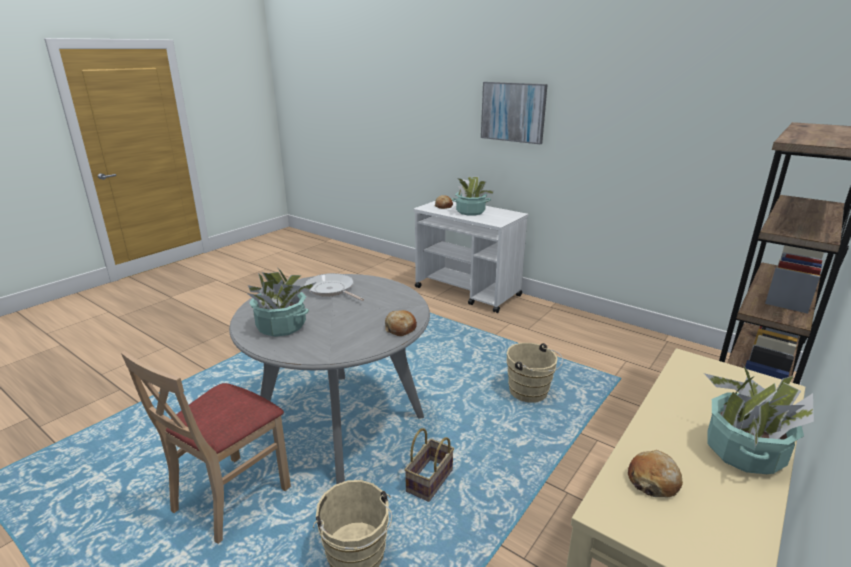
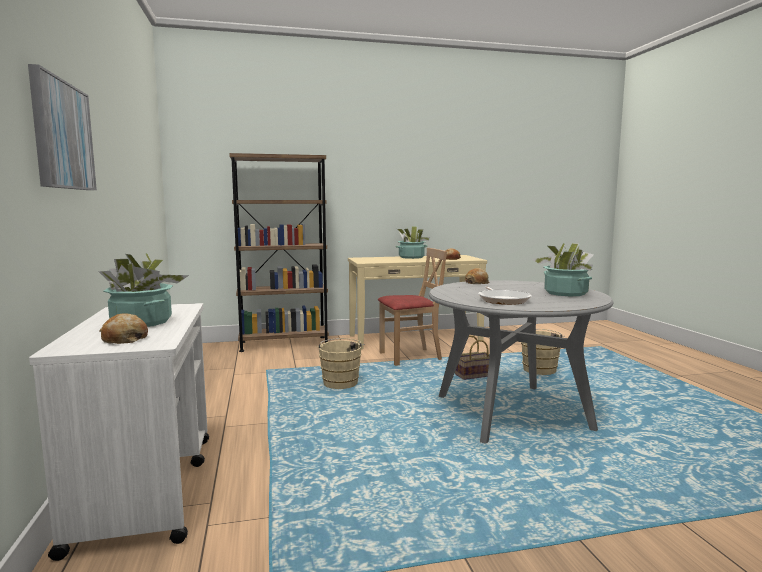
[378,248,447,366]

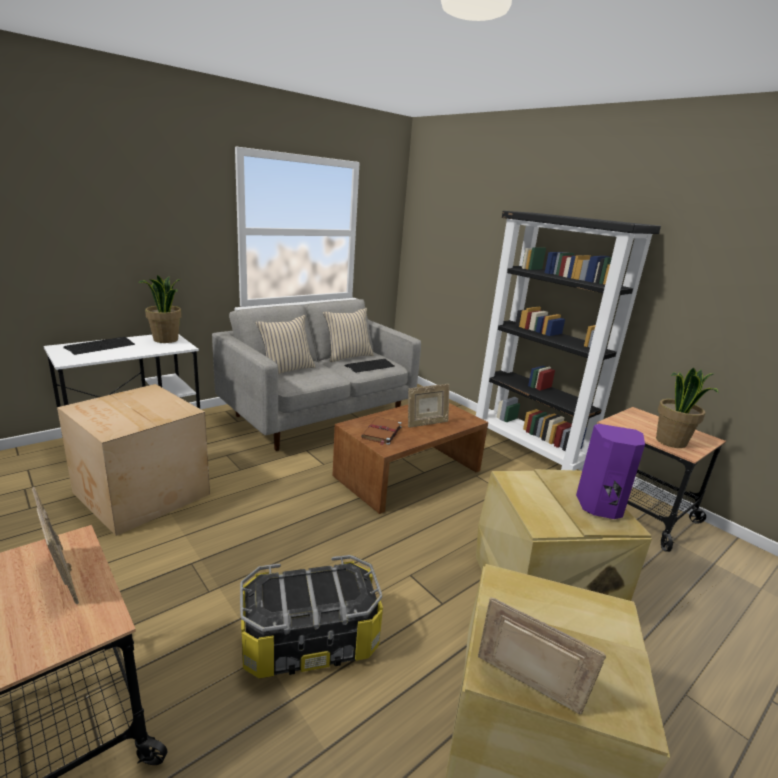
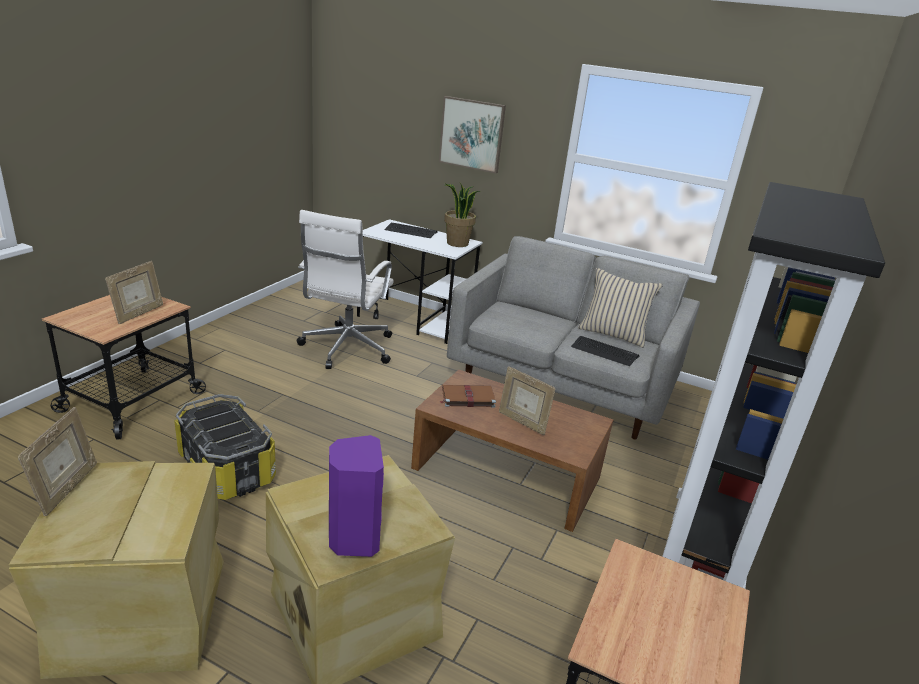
[297,210,394,369]
[439,96,506,174]
[256,315,315,374] (first image)
[656,368,719,448] (first image)

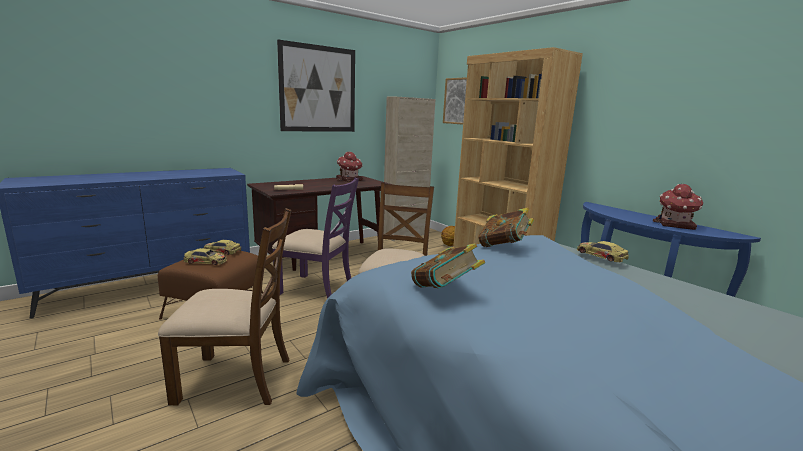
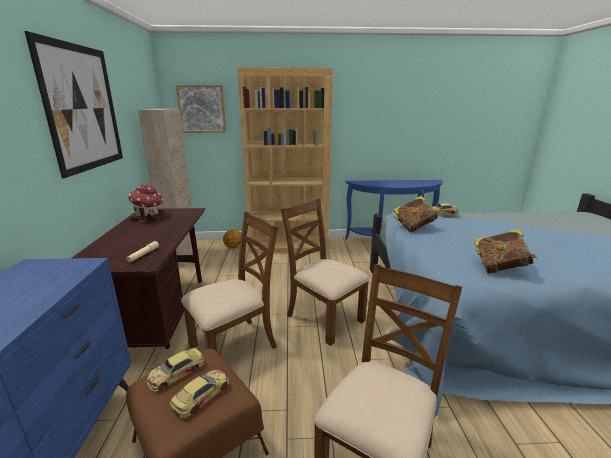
[181,212,278,351]
[653,184,703,230] (first image)

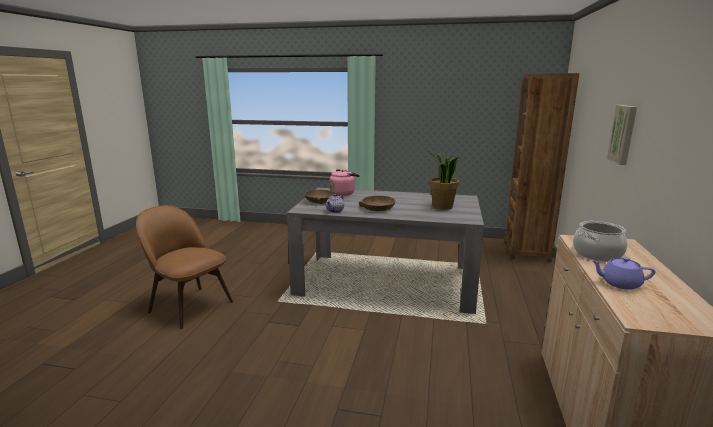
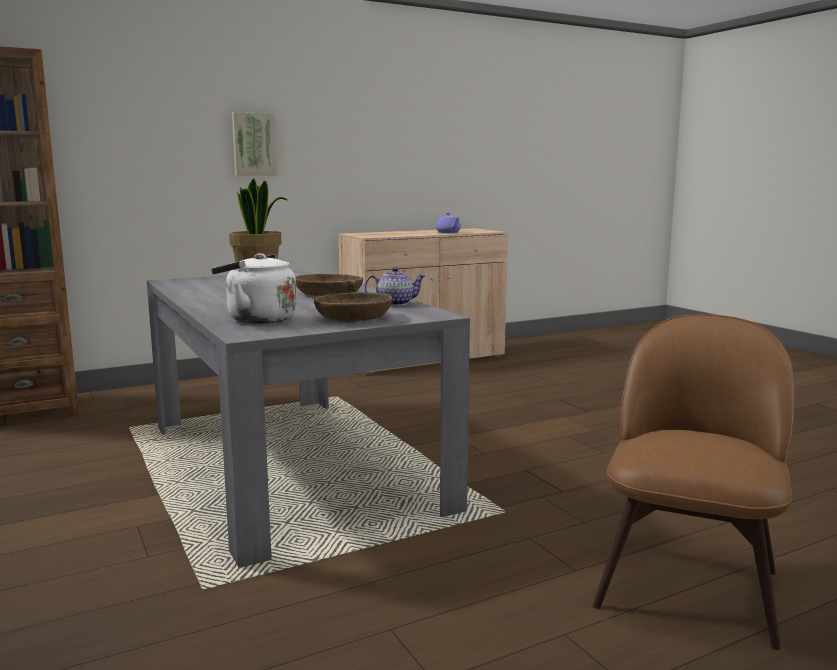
[211,253,297,324]
[593,314,795,650]
[573,221,628,261] (first image)

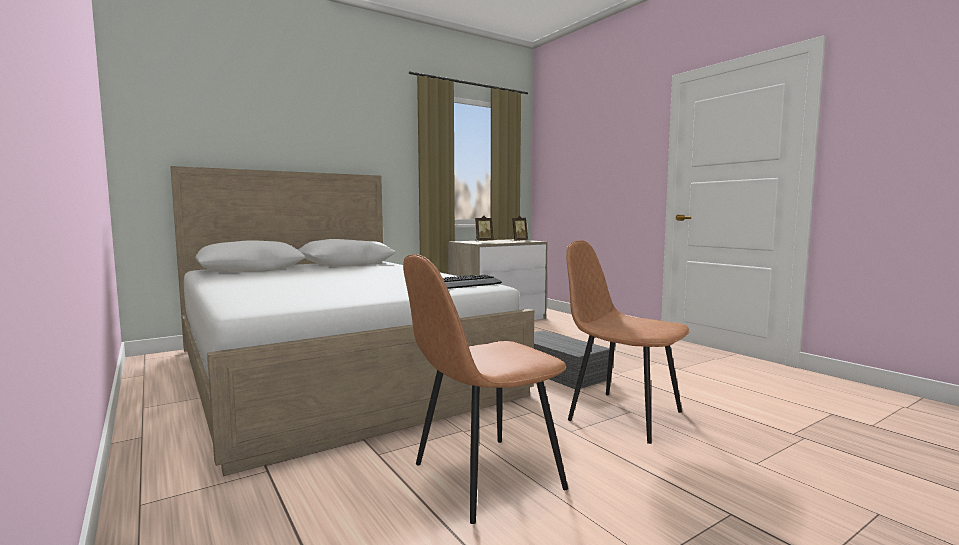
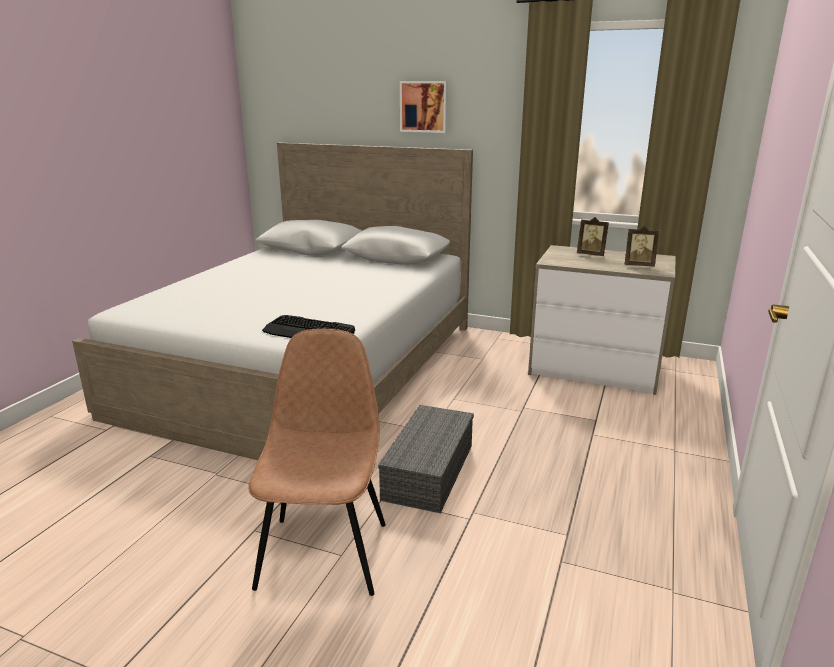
[400,81,448,133]
[403,254,568,524] (first image)

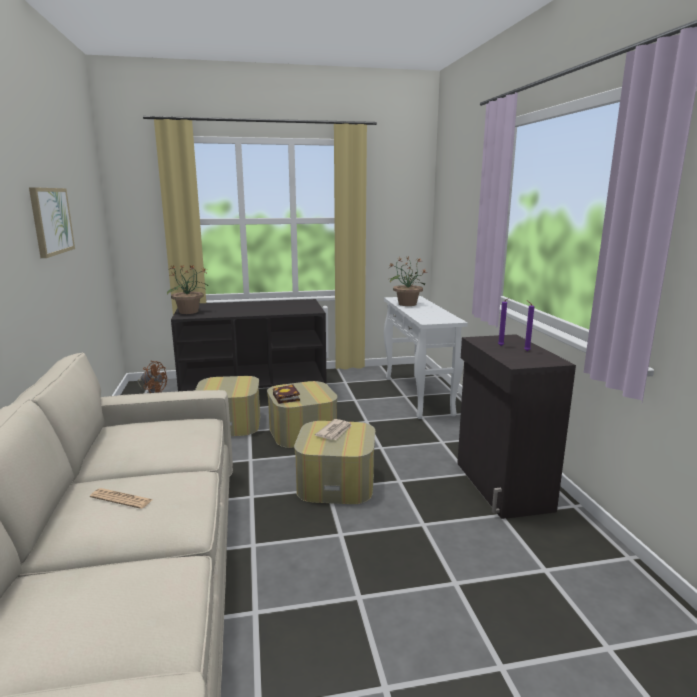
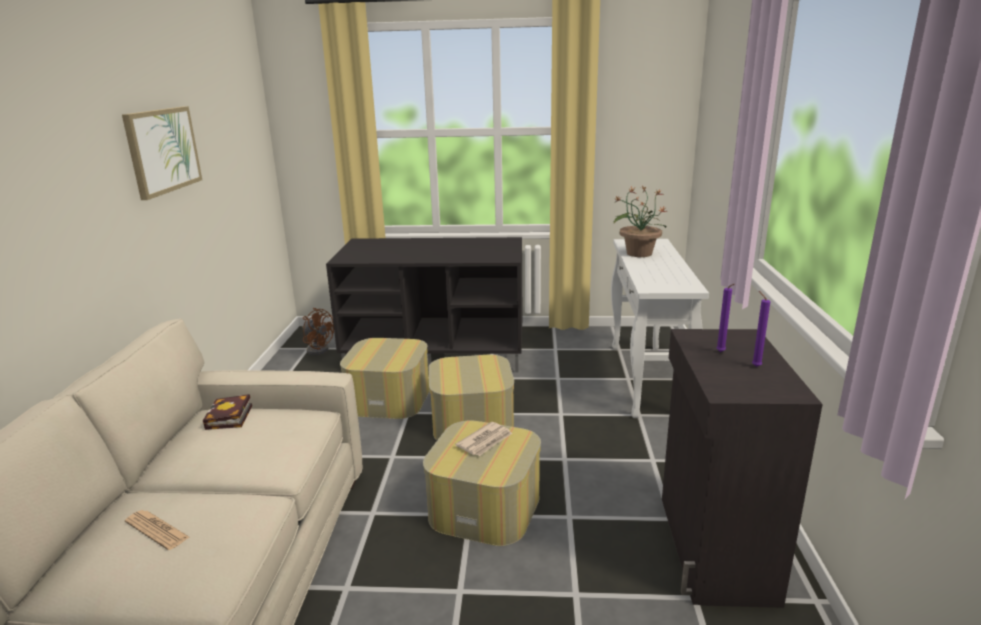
[203,394,252,430]
[167,264,208,314] (first image)

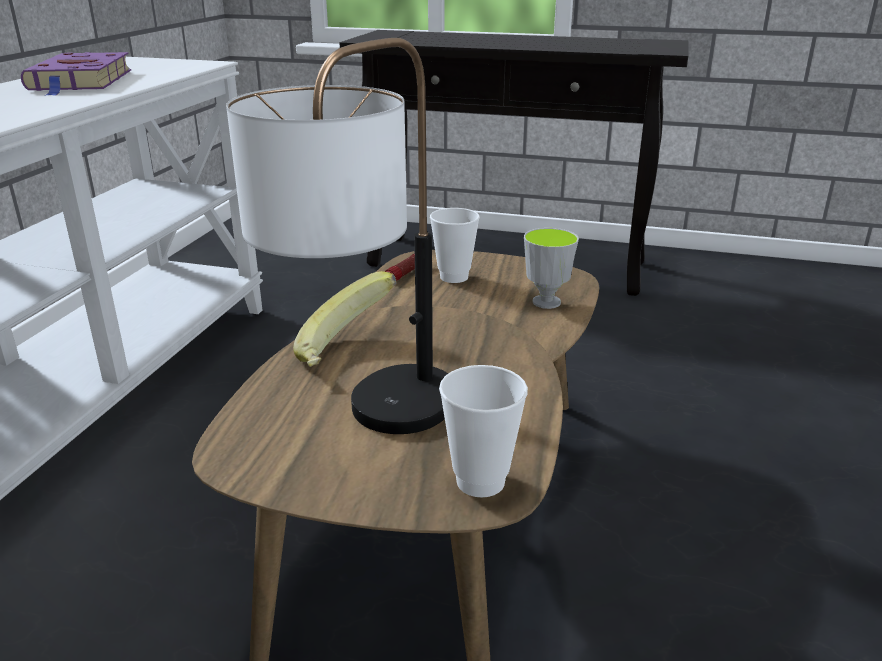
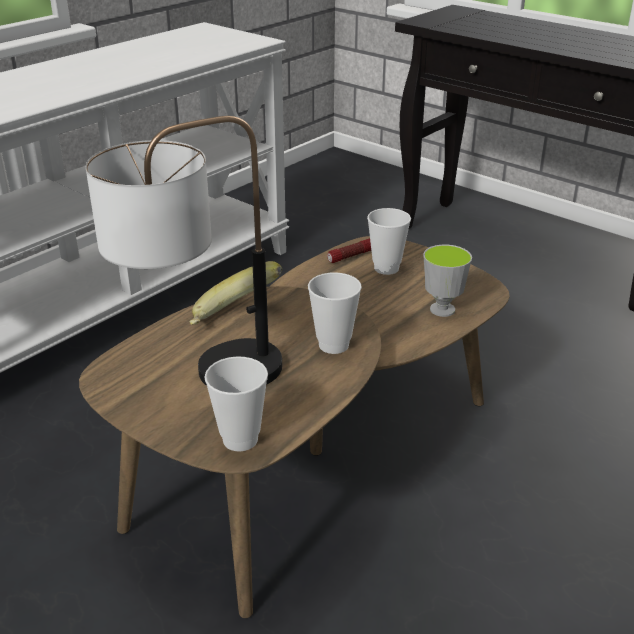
[308,273,362,354]
[21,52,131,96] (first image)

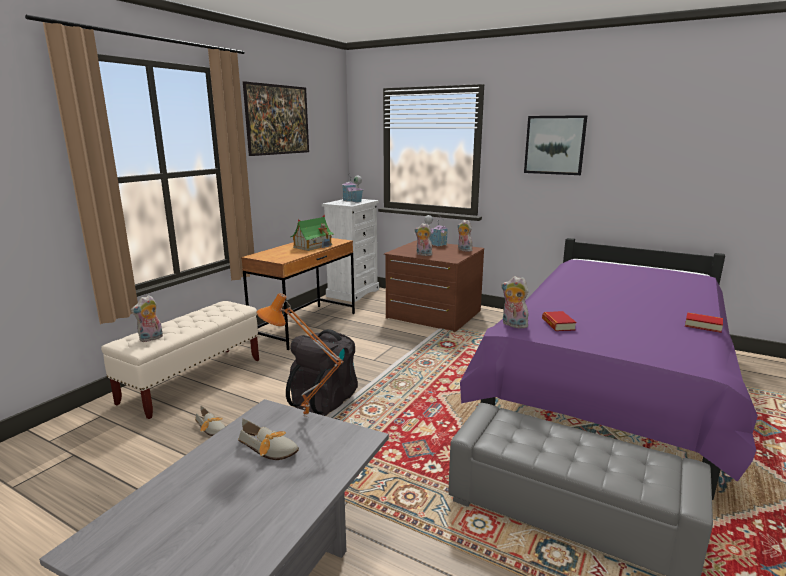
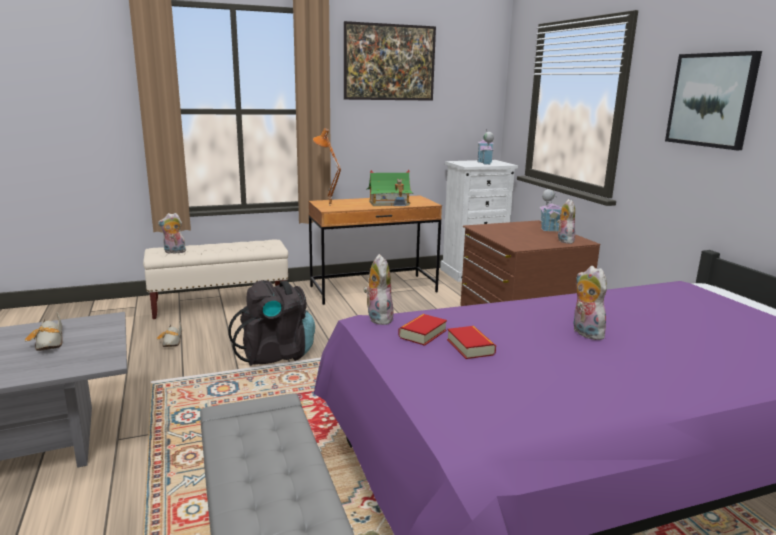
[313,128,341,204]
[447,326,496,359]
[574,266,607,340]

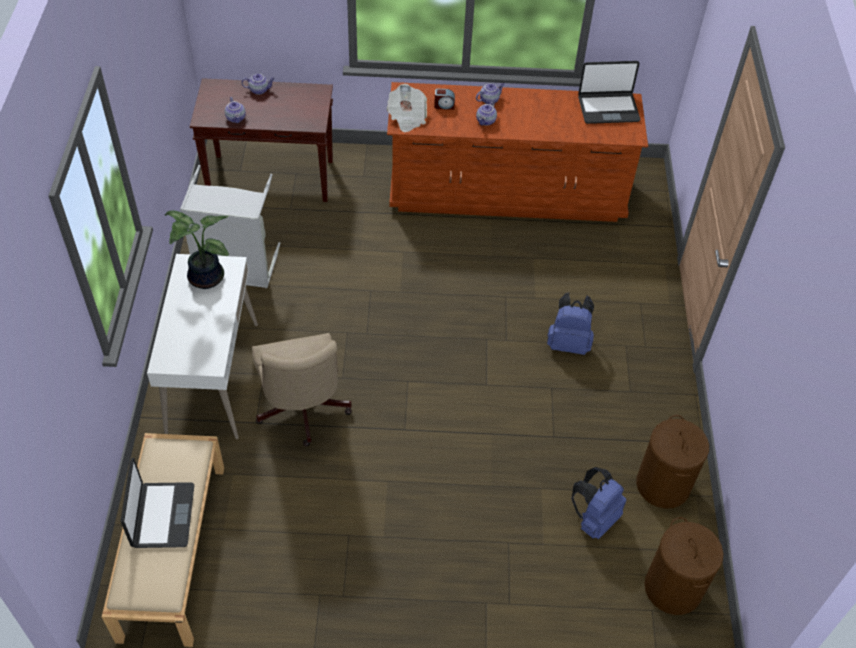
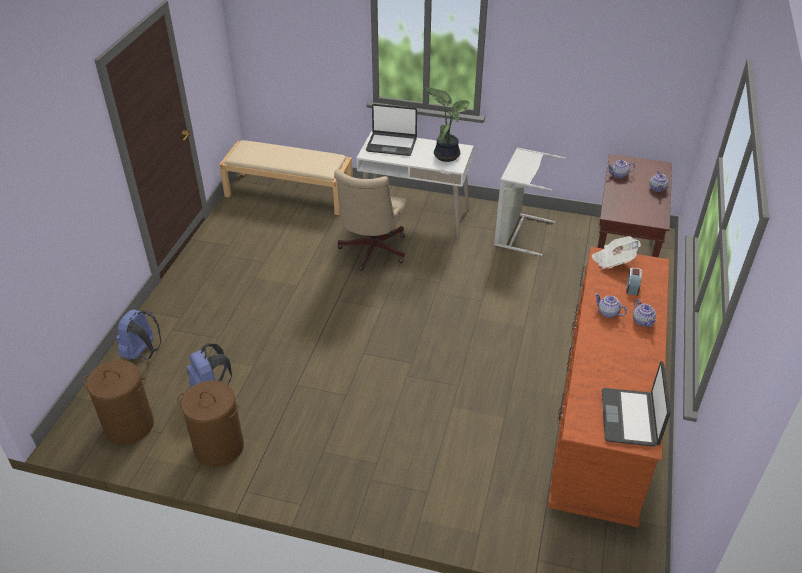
[116,309,162,360]
[334,170,407,271]
[366,104,417,156]

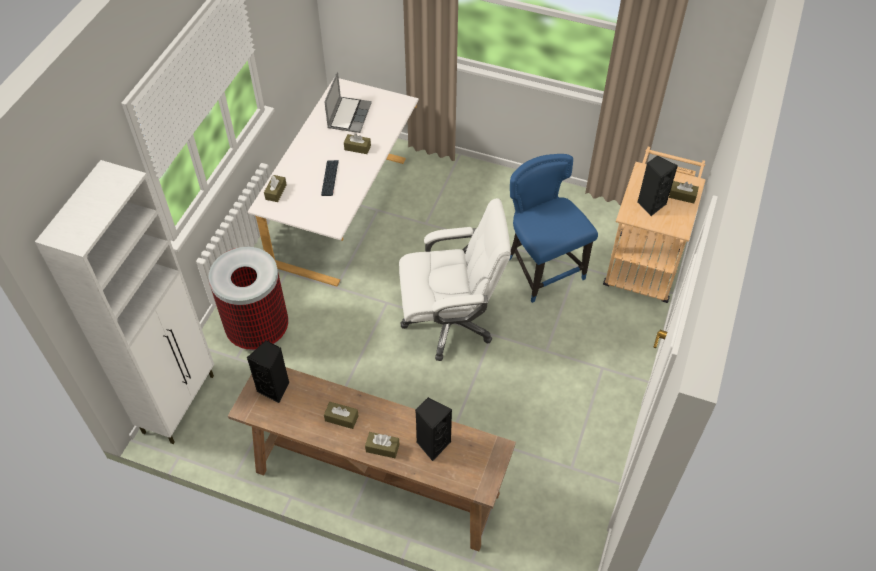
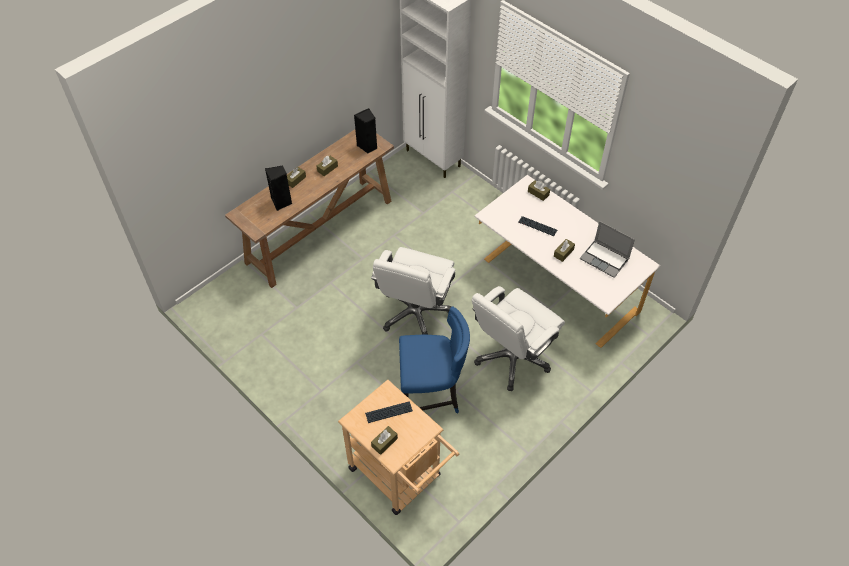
[365,401,413,423]
[472,286,565,391]
[208,247,288,351] (first image)

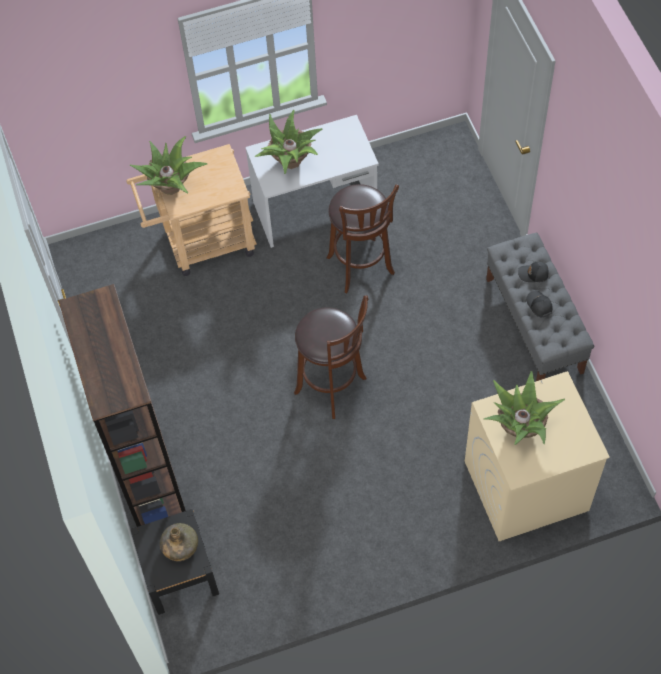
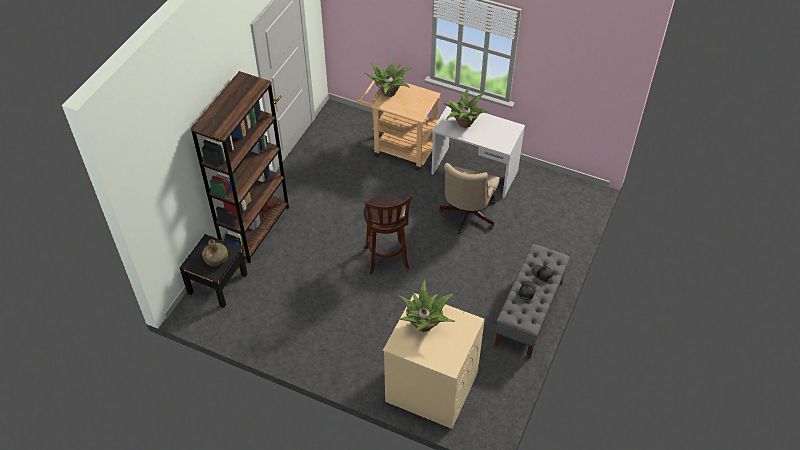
[439,163,500,234]

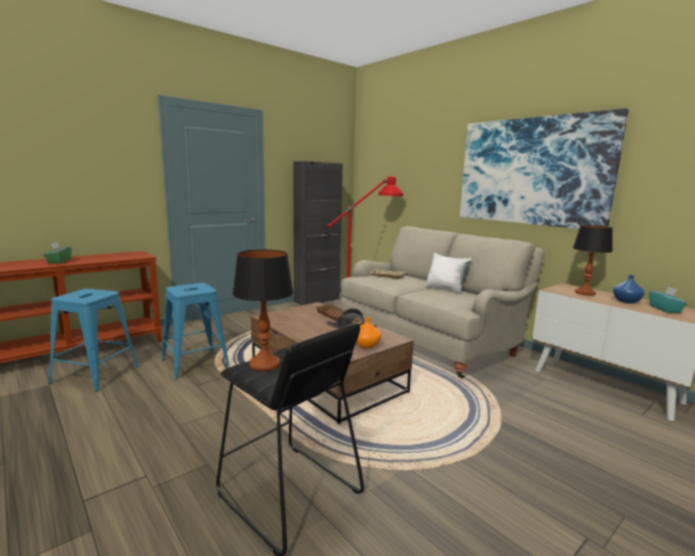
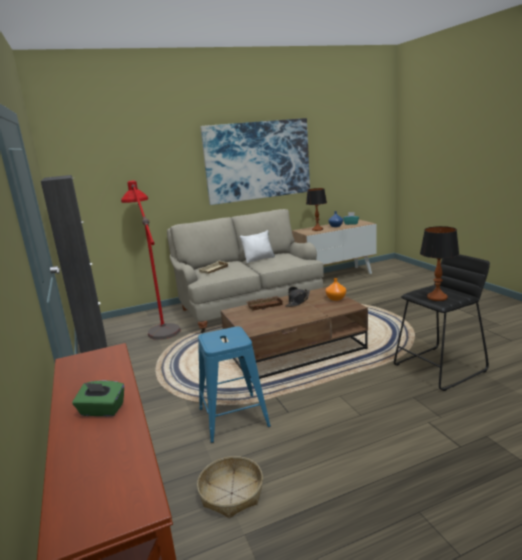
[197,456,263,518]

